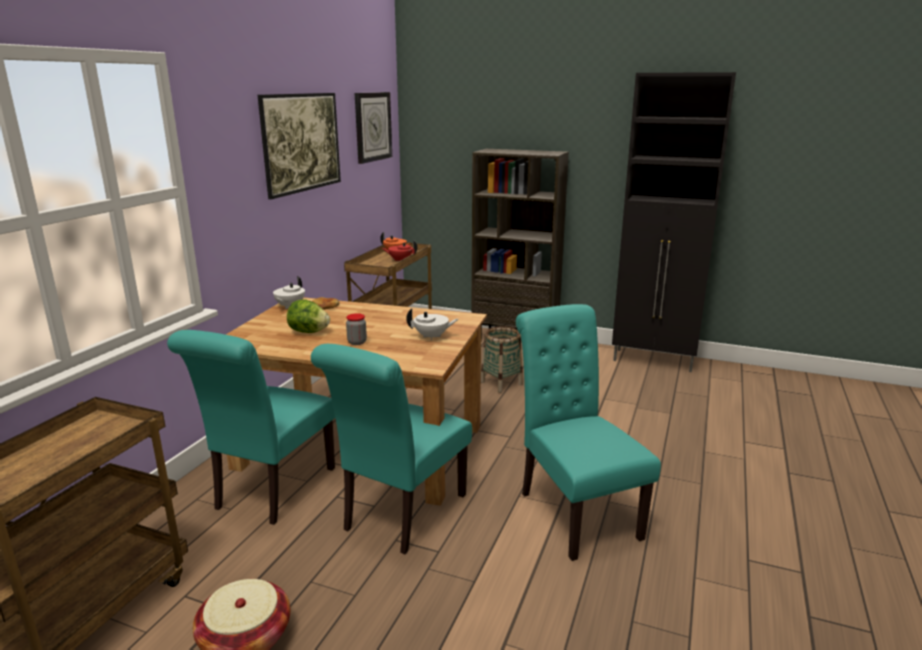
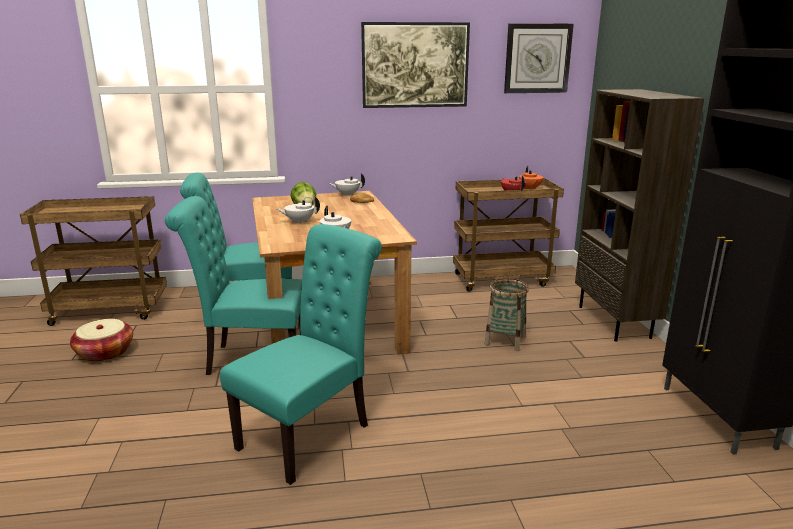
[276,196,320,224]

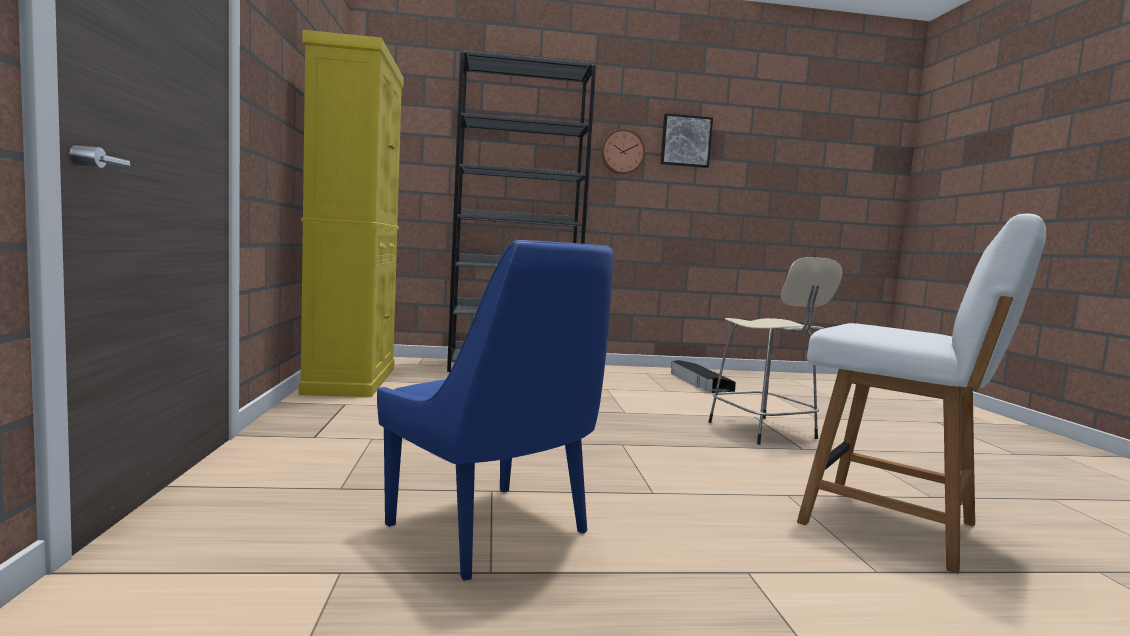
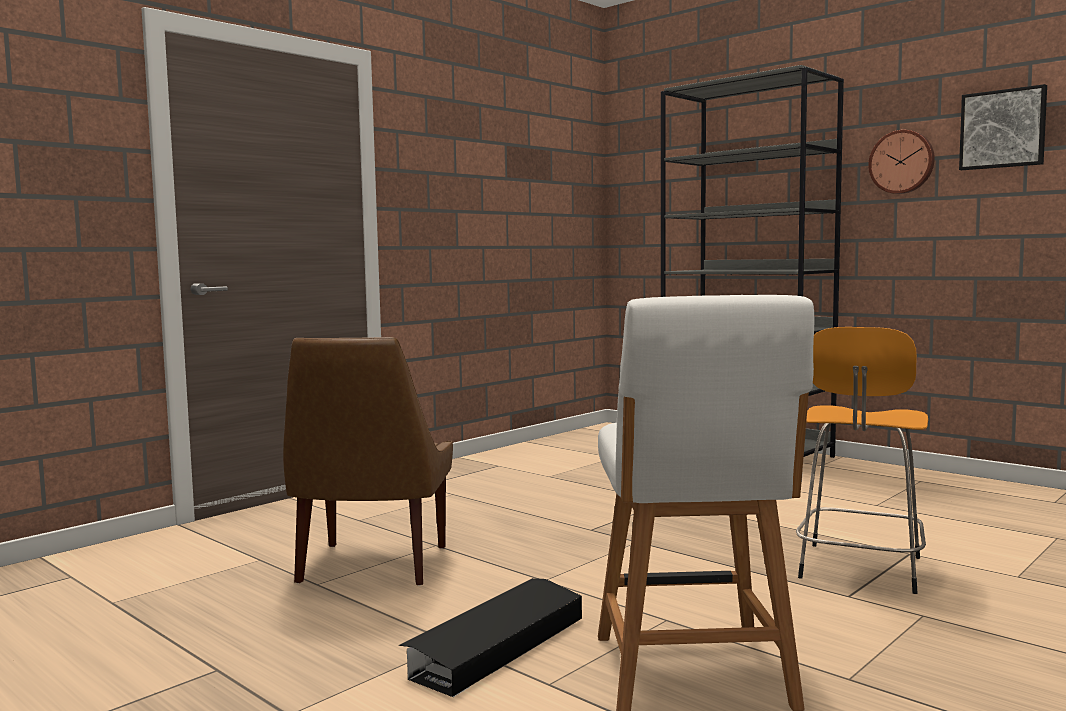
[283,337,453,585]
[399,578,582,697]
[796,327,928,594]
[299,30,404,397] (first image)

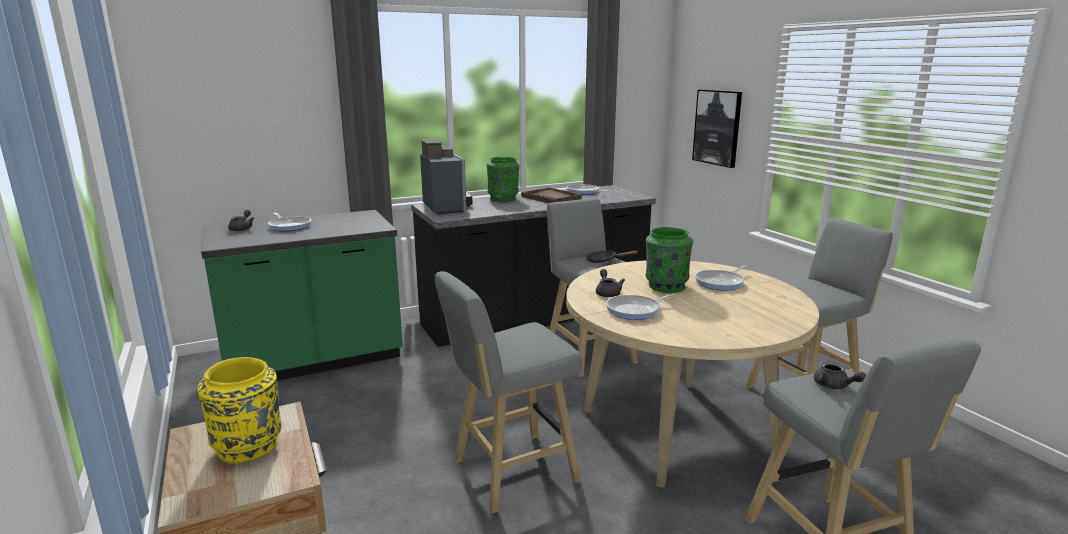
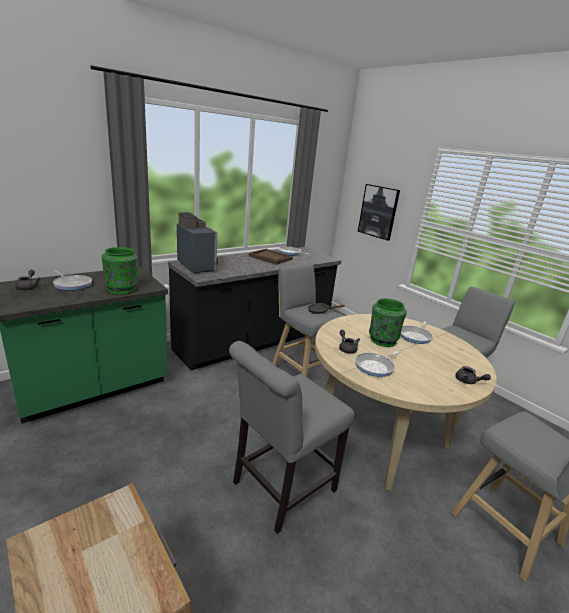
[101,247,138,294]
[229,341,355,534]
[455,366,491,384]
[197,357,281,464] (first image)

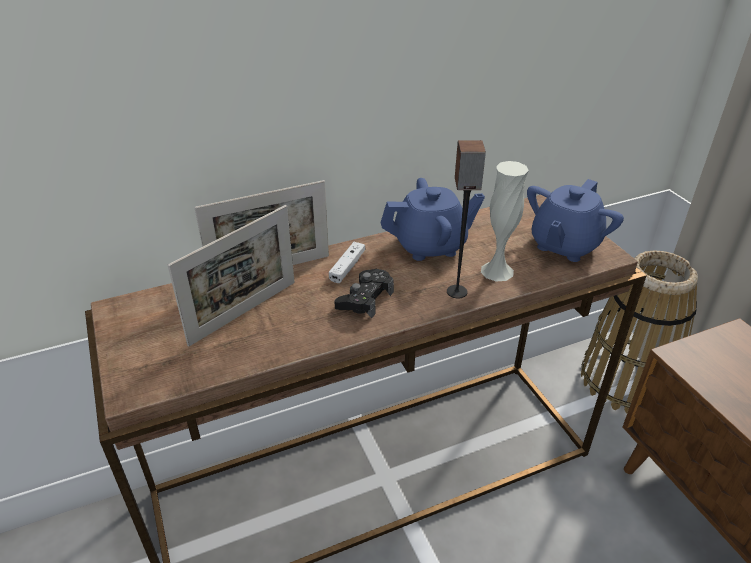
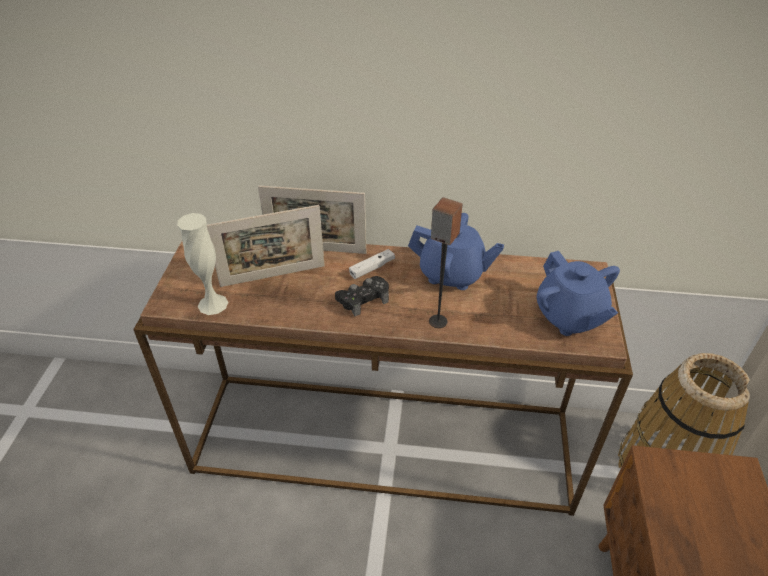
[177,213,228,315]
[537,251,620,336]

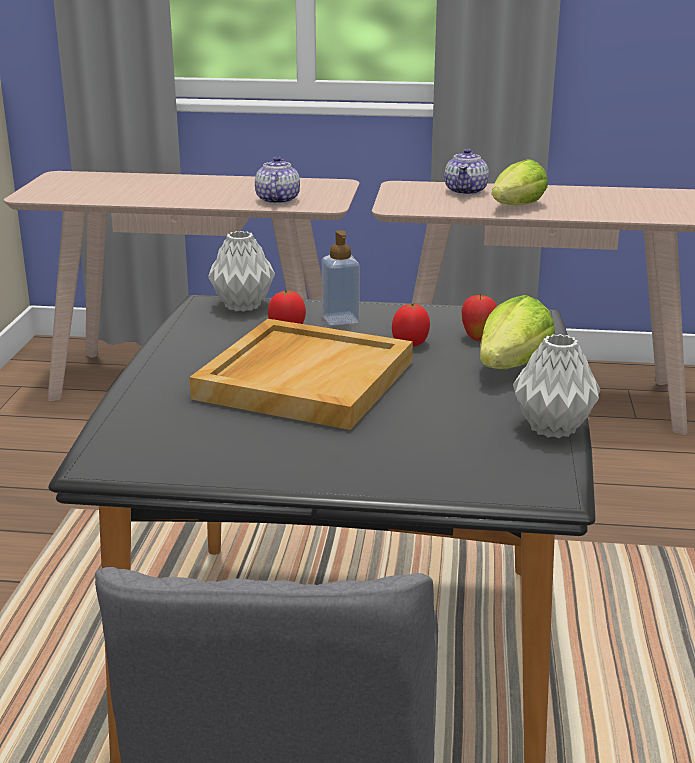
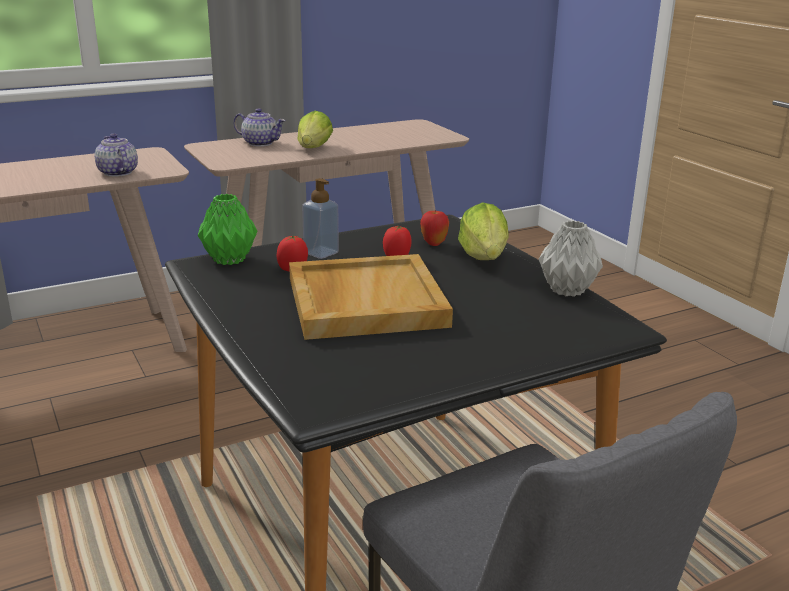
[198,194,258,265]
[234,108,286,147]

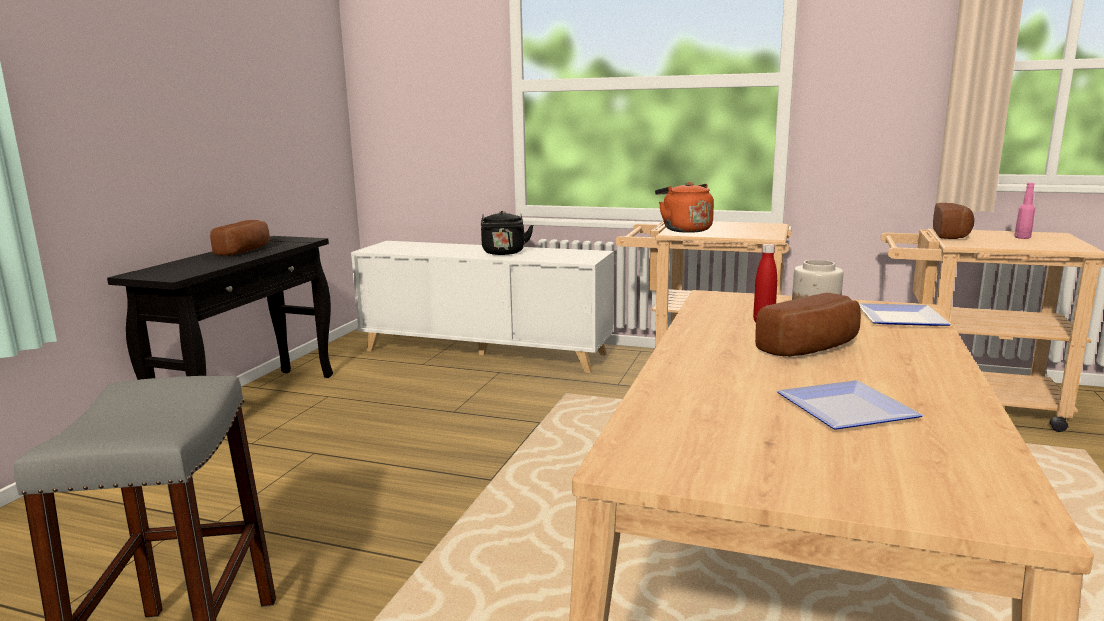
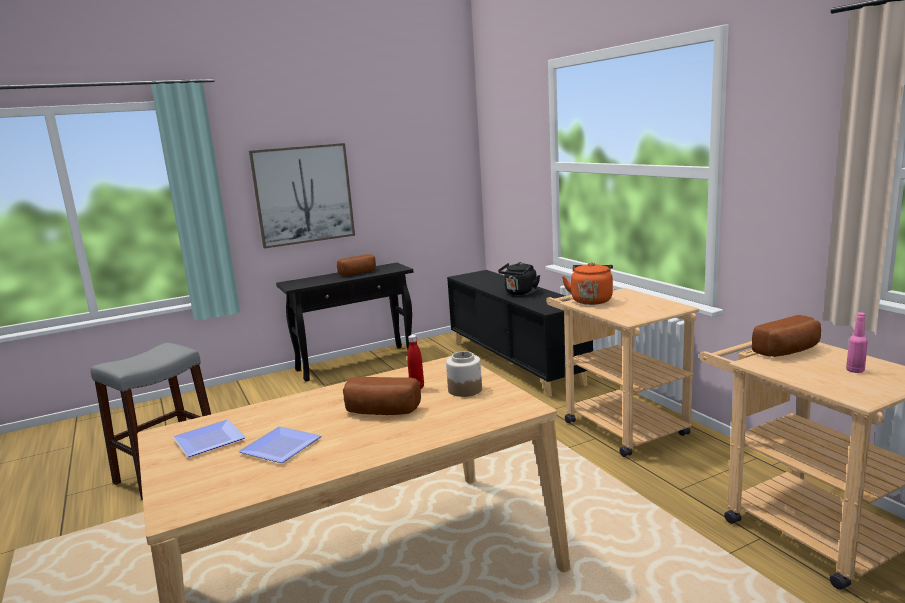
[173,419,246,457]
[249,143,355,249]
[447,270,593,397]

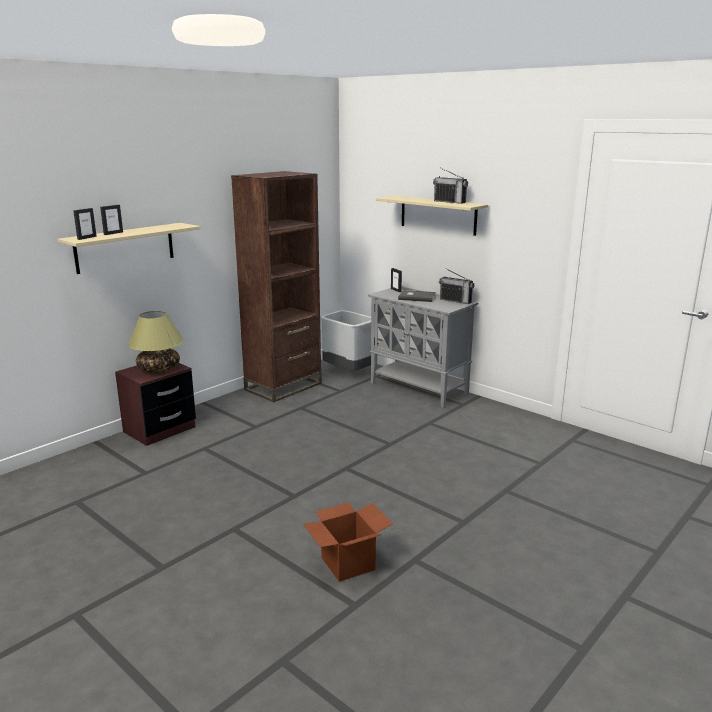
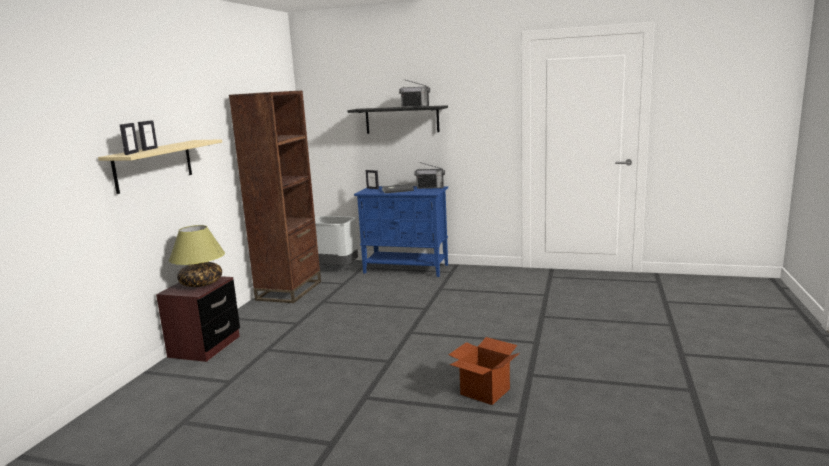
[347,105,448,134]
[354,186,448,277]

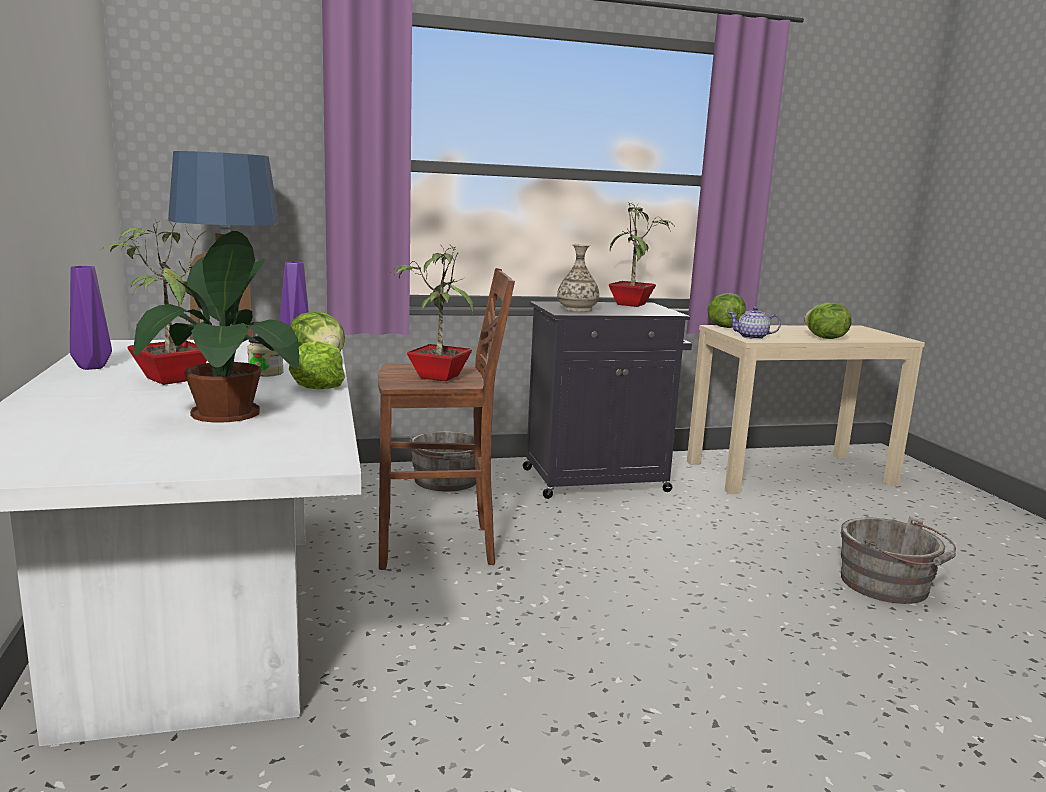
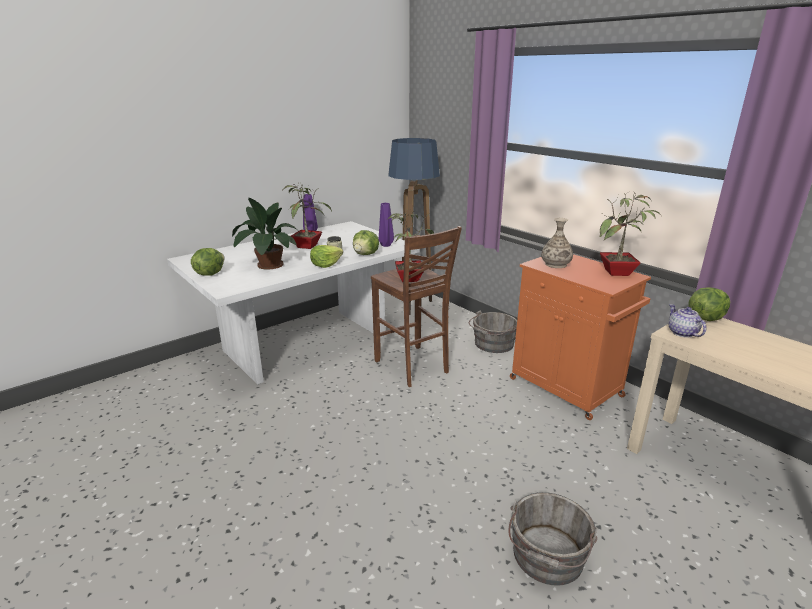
[191,248,224,276]
[510,254,651,420]

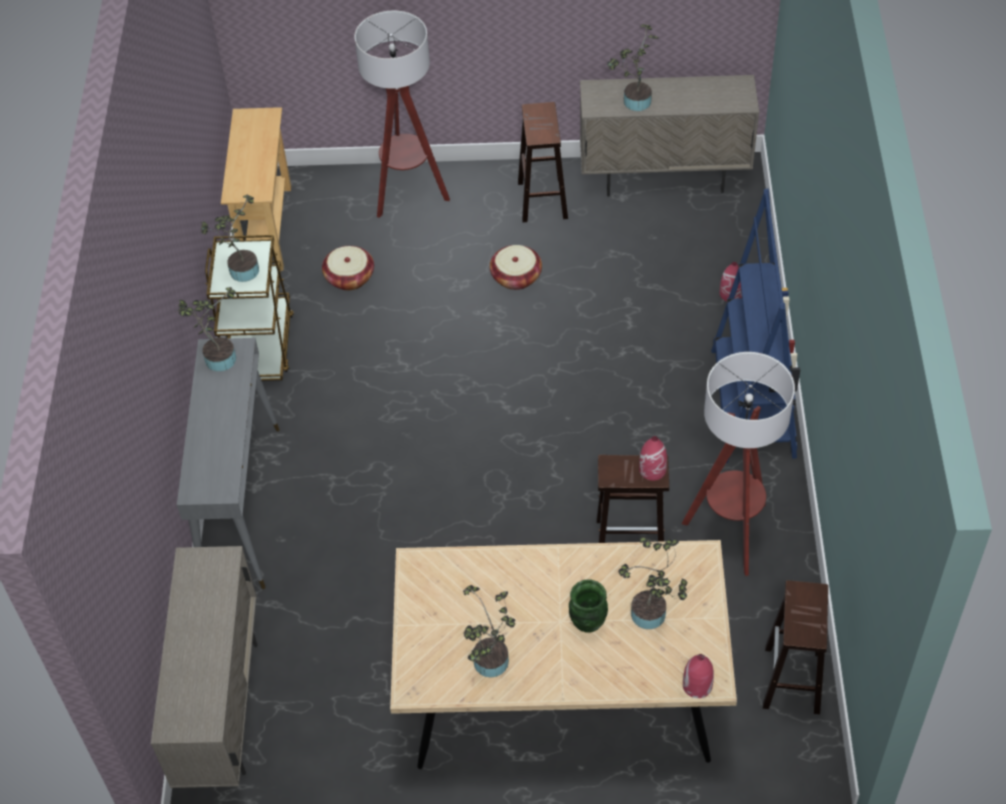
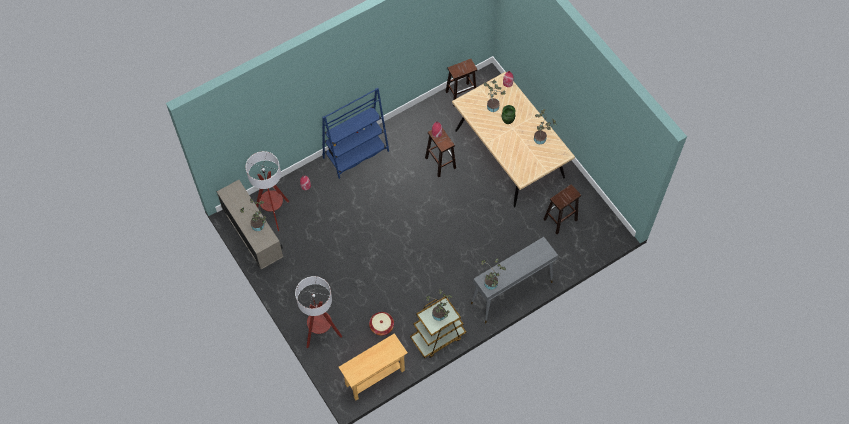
[246,151,290,231]
[543,184,581,234]
[151,546,258,788] (first image)
[490,245,542,290] (first image)

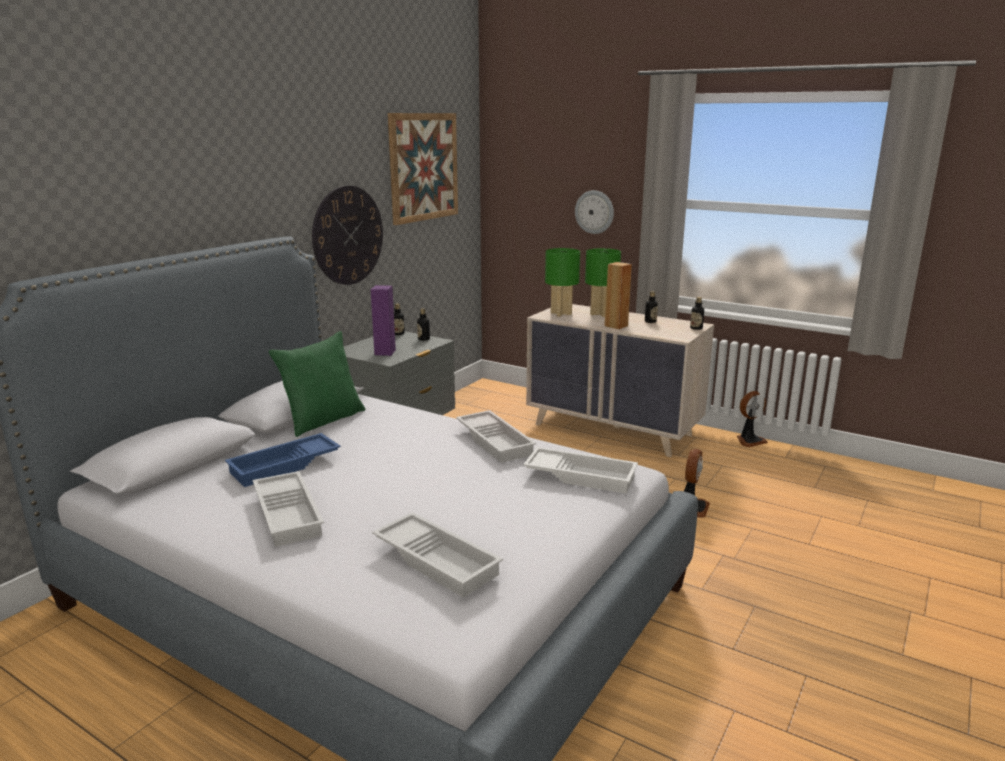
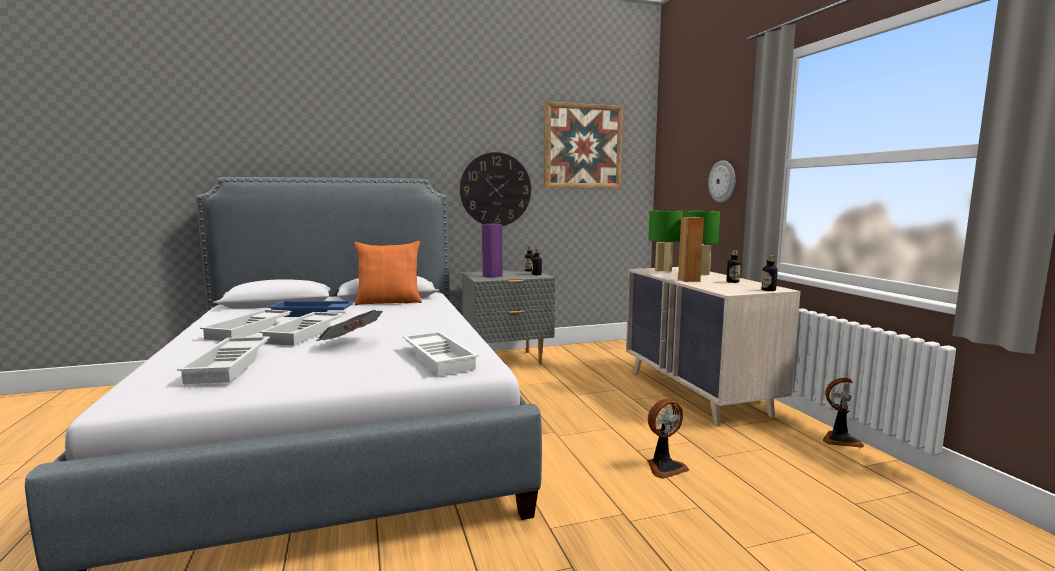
[259,312,344,346]
[316,310,383,341]
[354,241,422,305]

